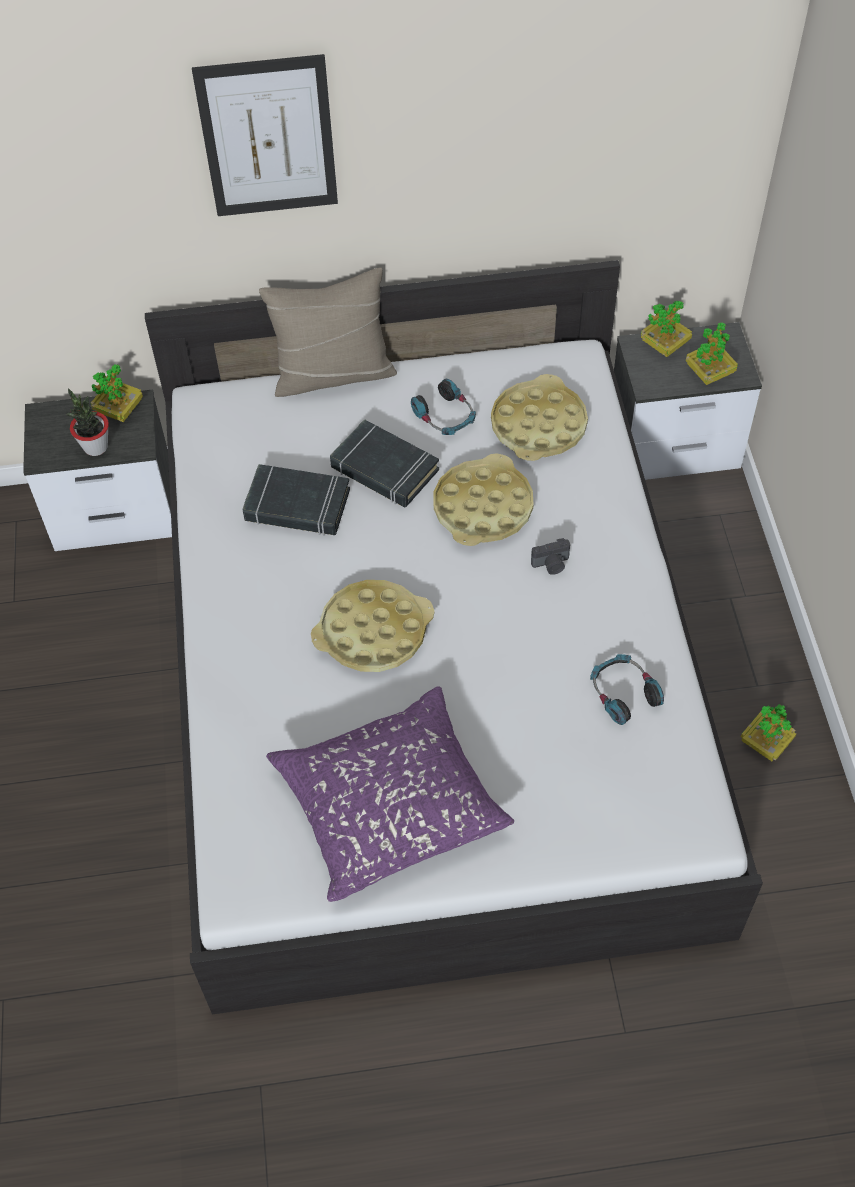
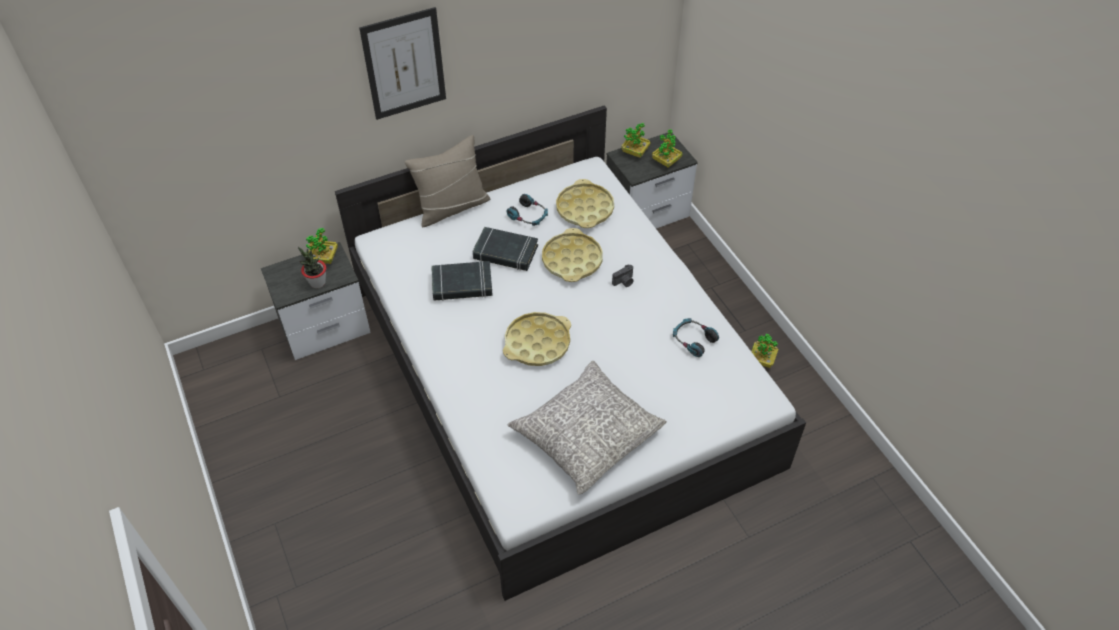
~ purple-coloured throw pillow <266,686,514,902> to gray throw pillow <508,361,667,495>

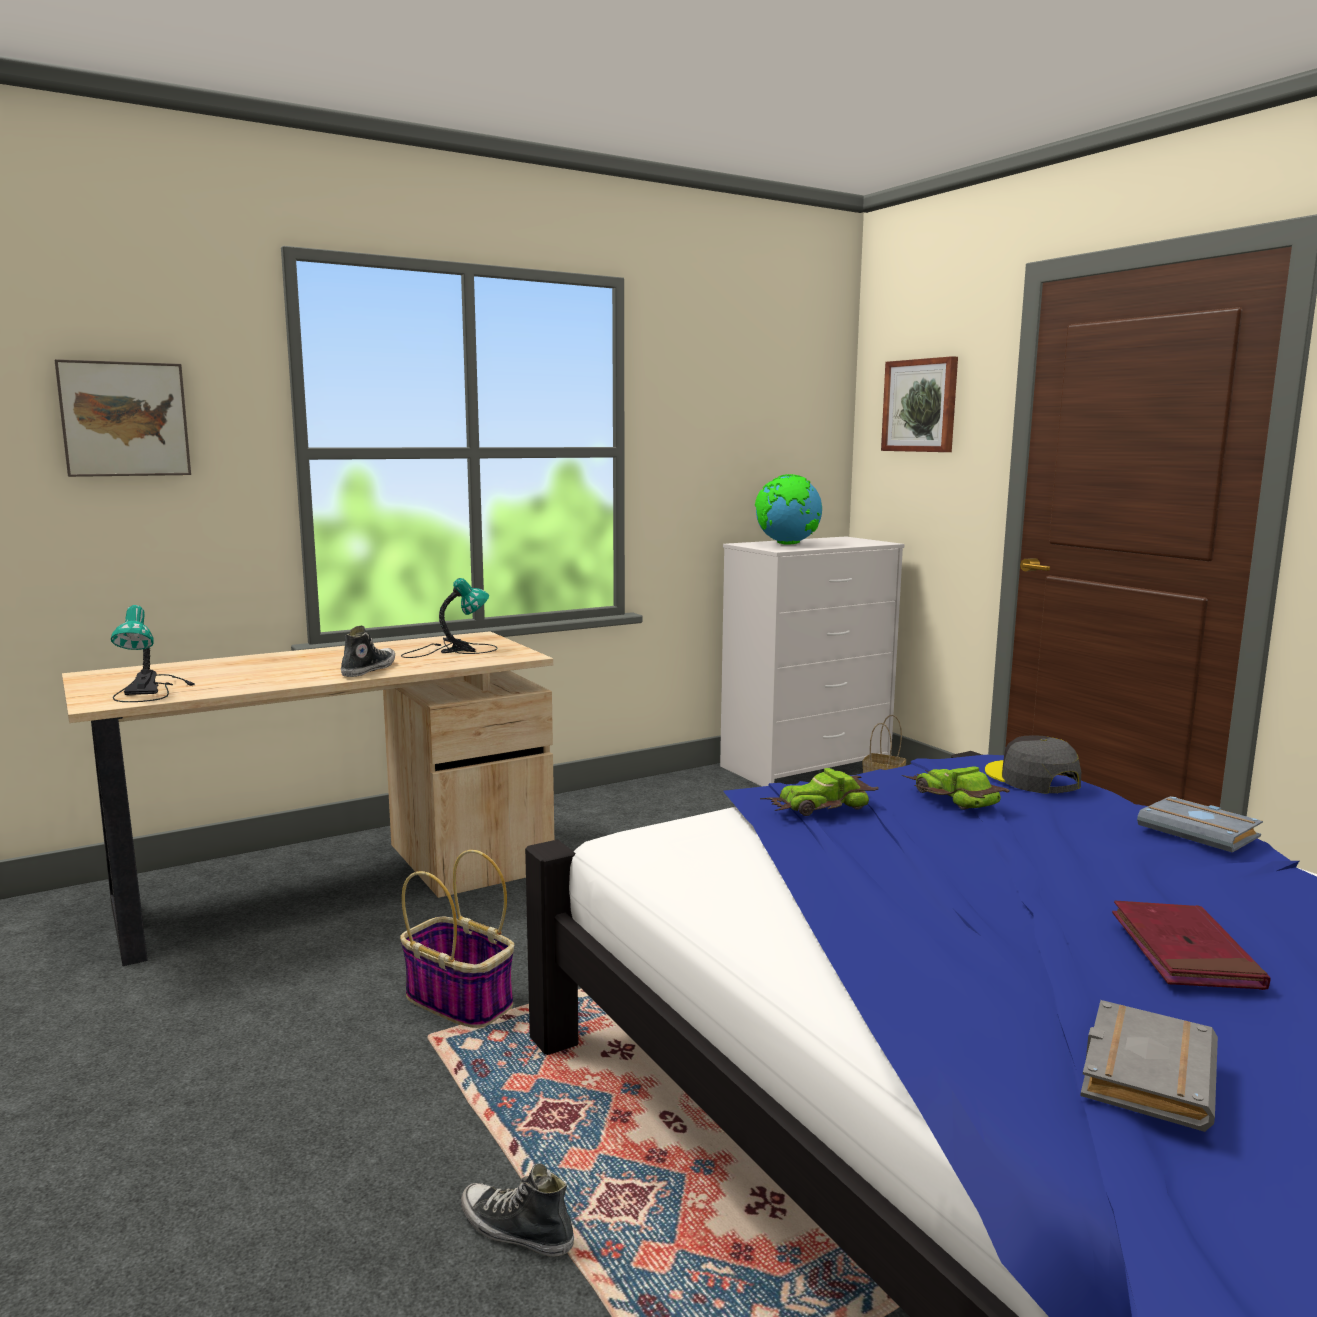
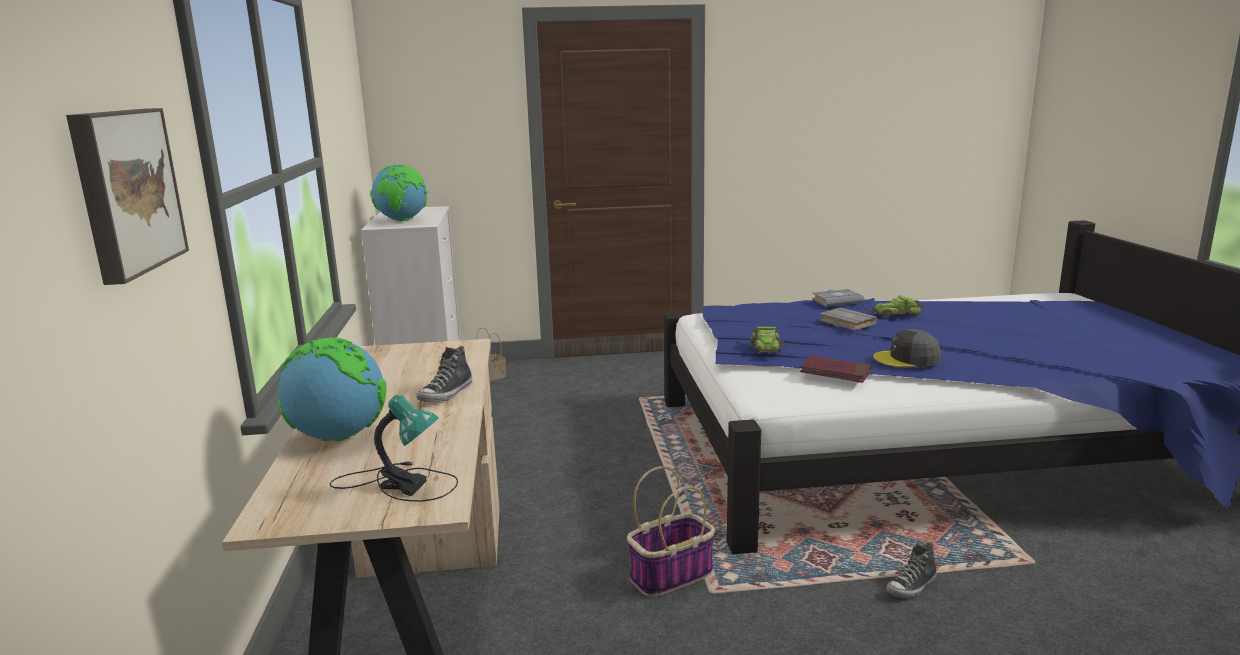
- tabletop lamp <401,578,498,658>
- picture <881,356,958,452>
+ globe <277,337,387,441>
~ model car <901,766,1010,810> to <867,295,927,318>
~ gray cap <985,735,1081,794> to <873,329,941,367>
~ gray book <1080,1000,1218,1132> to <819,307,877,331>
~ red book <1112,901,1271,990> to <800,355,872,383>
~ item of footwear <341,626,395,677> = <416,346,472,402> 105 degrees counterclockwise

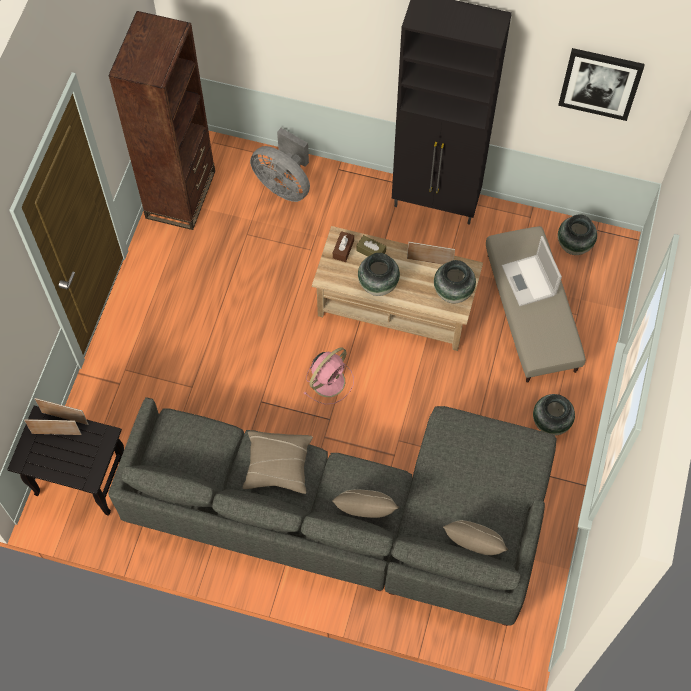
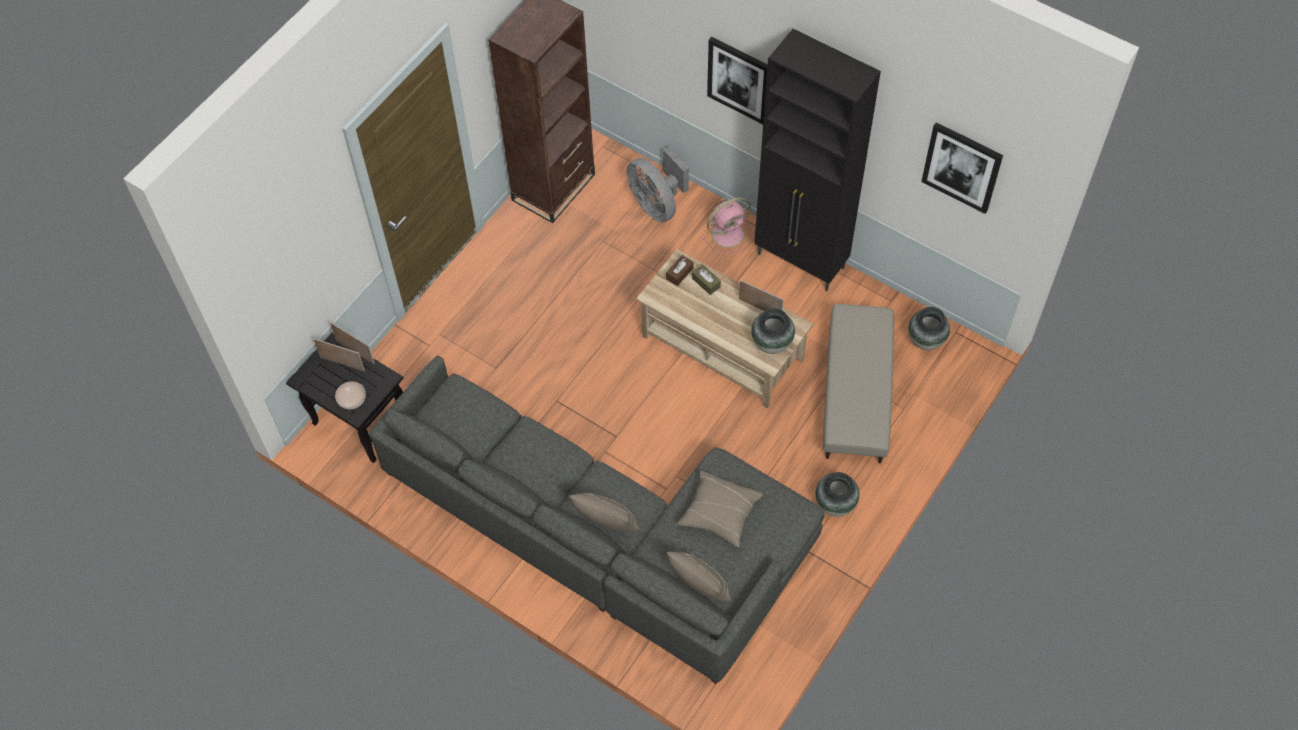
- decorative vase <358,253,400,296>
- laptop <502,236,562,306>
+ bowl <335,382,366,409>
+ picture <707,37,768,124>
~ beige throw pillow <242,431,313,494> to <678,471,763,547>
~ pinkish fan <303,347,354,404> to <702,197,753,254>

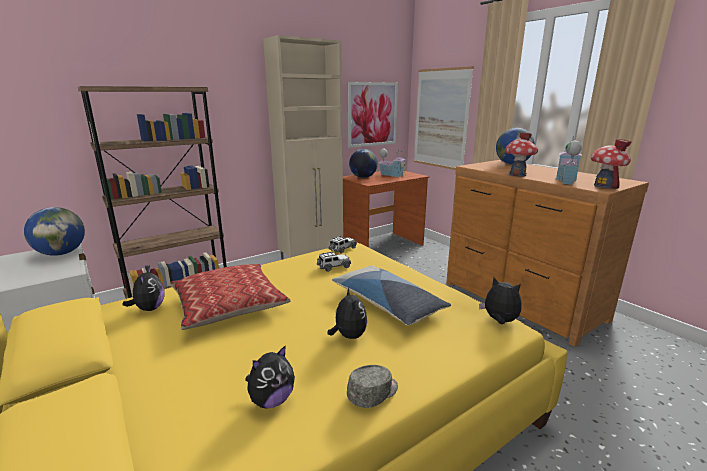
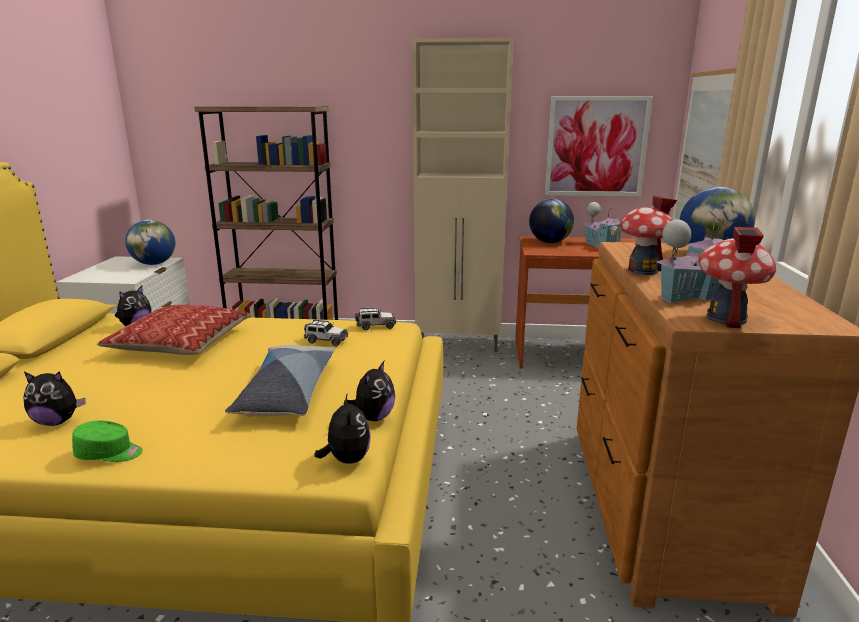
~ soft toy <328,288,367,339> to <344,361,395,421>
~ gray cap <347,365,398,408> to green cap <72,420,143,462>

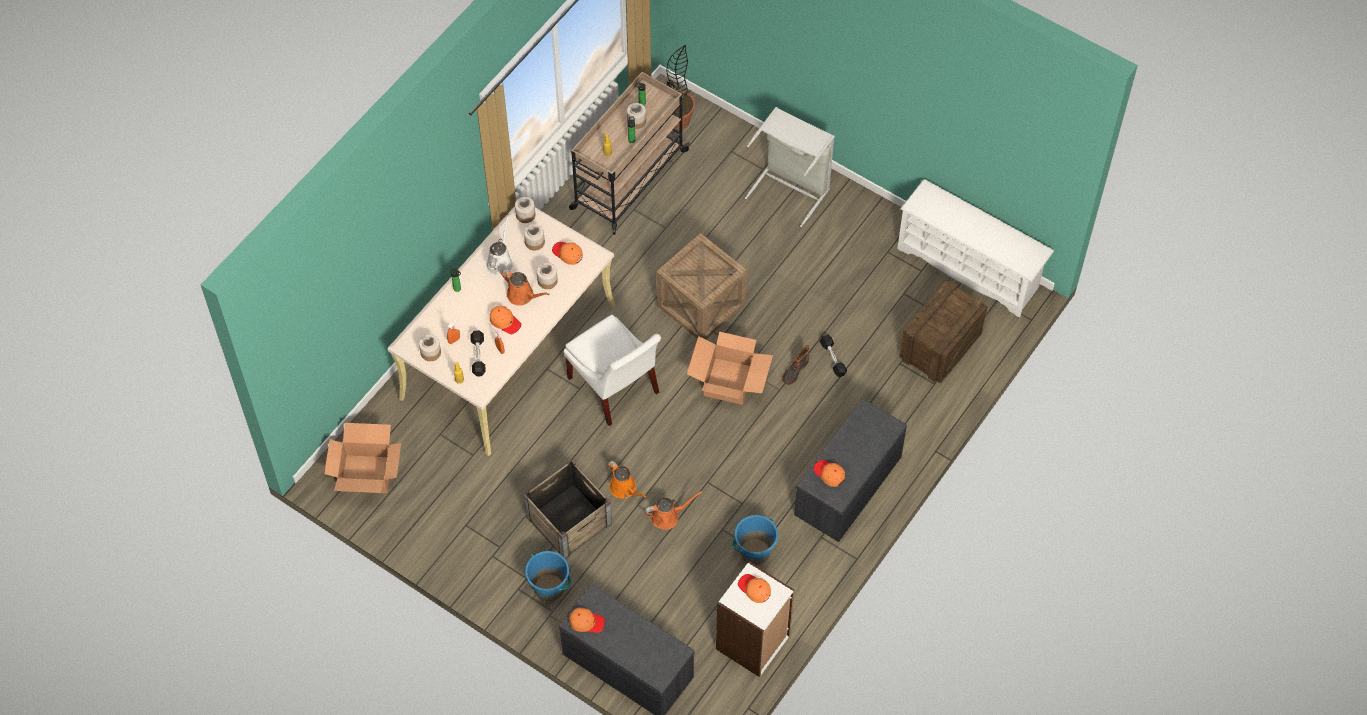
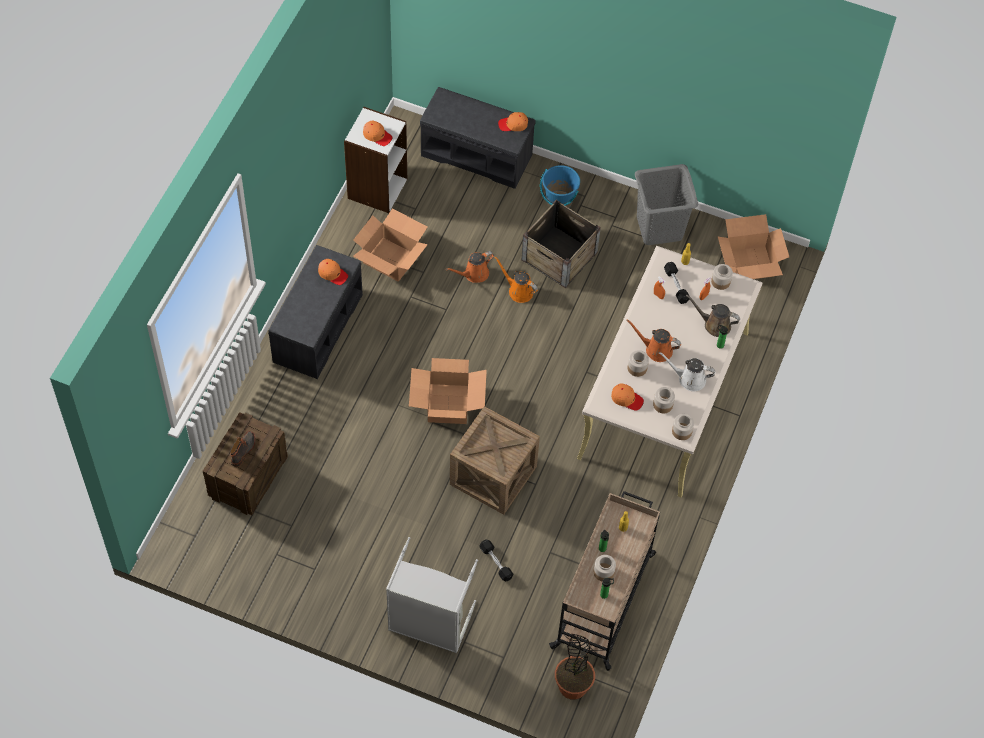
- orange cap <490,305,521,334>
- whitish chair <564,315,661,426>
- whitish shoe stand <897,179,1054,318>
+ gray laundry basket <635,164,698,245>
+ brown-coloured watering pot <686,294,740,337>
~ tall boot <782,345,809,385> to <230,431,255,467>
~ black-coloured free weight <820,335,847,377> to <479,539,514,582>
~ blue-coloured water bucket <732,515,778,565> to cardboard box <353,208,428,281>
~ whitish watering pot <486,215,513,276> = <659,352,715,391> 105 degrees clockwise

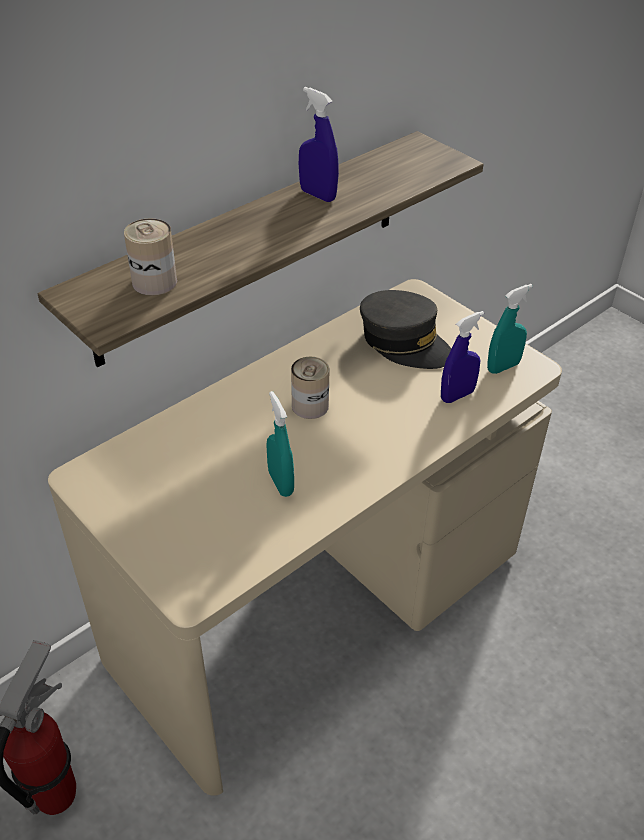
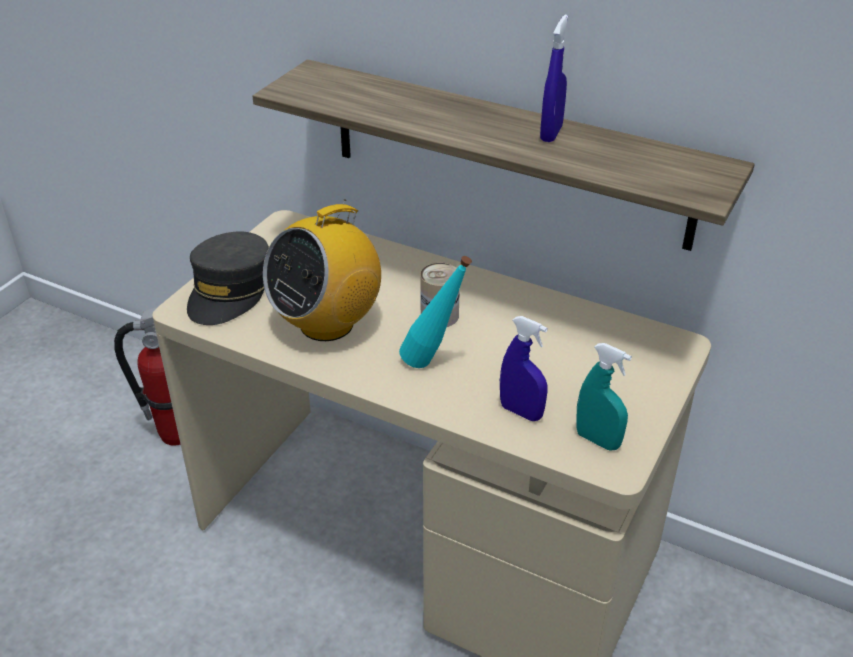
- sealed can <124,218,177,296>
+ turquoise-coloured beverage bottle <399,256,472,368>
~ gray cap <360,290,451,369> to <187,231,269,325>
~ turquoise-coloured sprayer <266,391,294,497> to radio receiver <263,199,381,341>

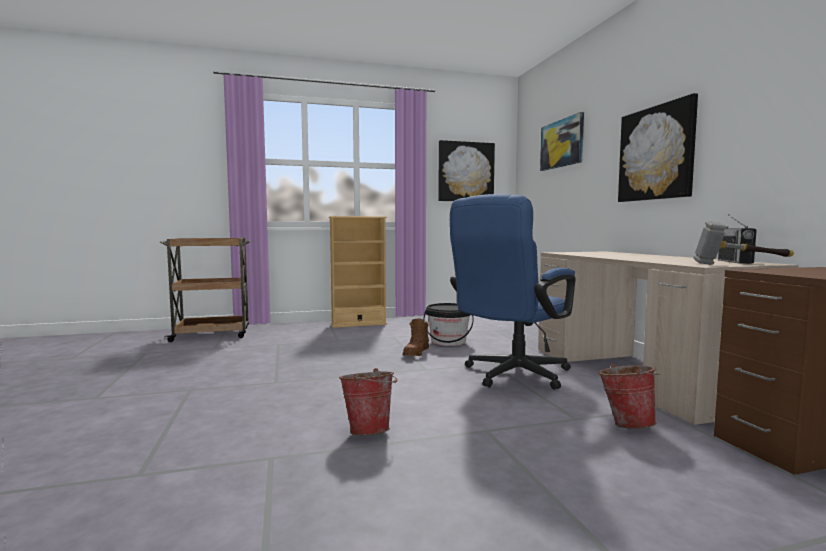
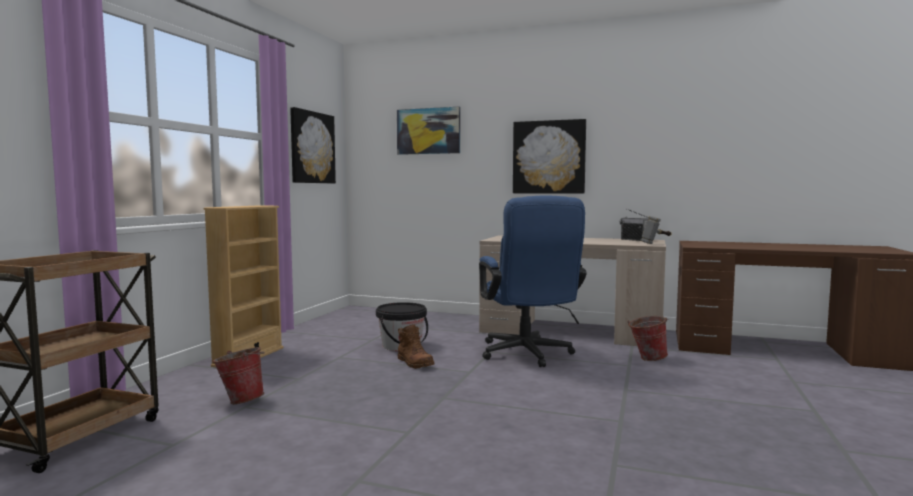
~ water bucket <339,368,398,435> to <213,347,265,404>

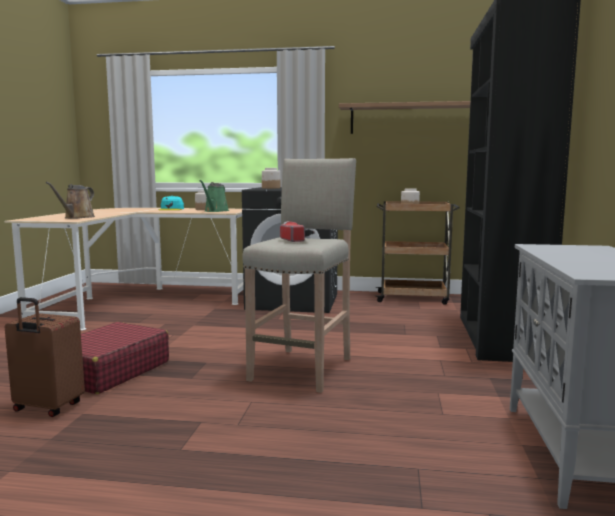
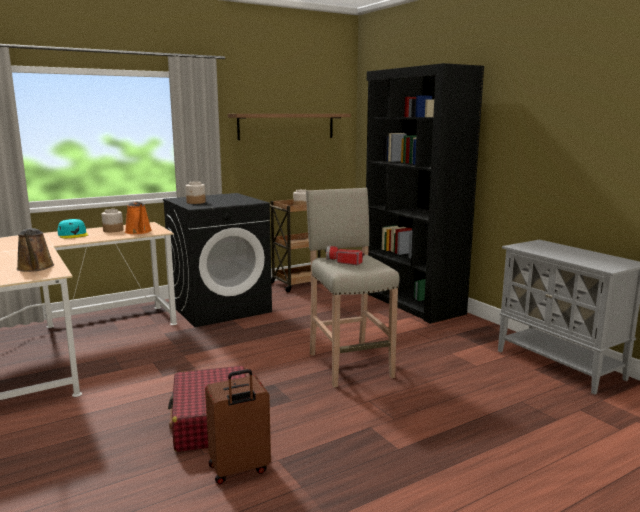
~ green watering pot <200,180,229,212> to orange watering pot <125,202,152,234>

